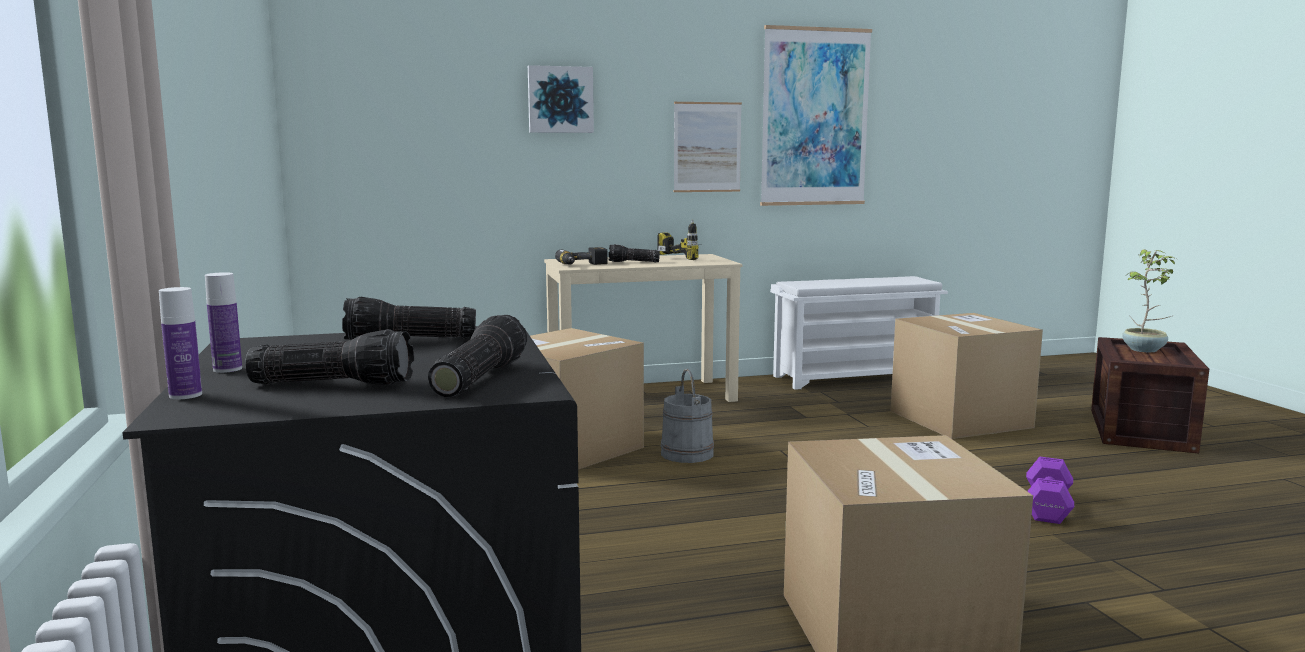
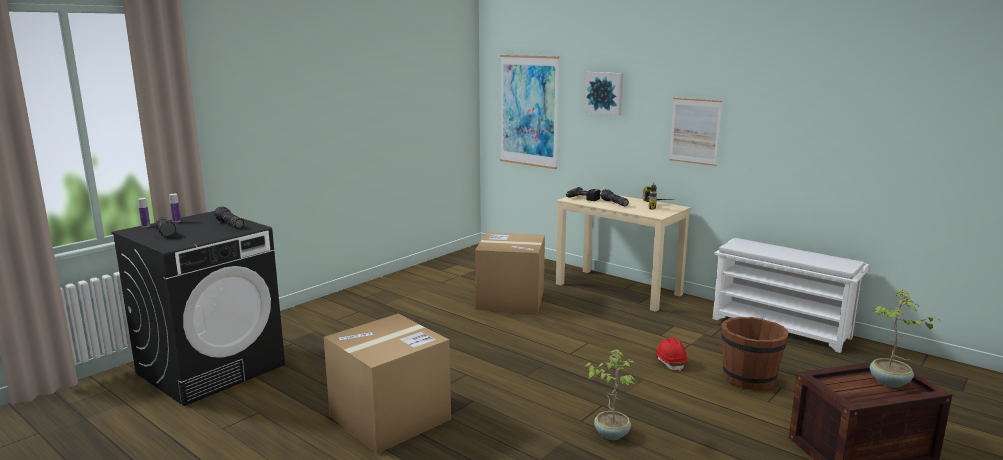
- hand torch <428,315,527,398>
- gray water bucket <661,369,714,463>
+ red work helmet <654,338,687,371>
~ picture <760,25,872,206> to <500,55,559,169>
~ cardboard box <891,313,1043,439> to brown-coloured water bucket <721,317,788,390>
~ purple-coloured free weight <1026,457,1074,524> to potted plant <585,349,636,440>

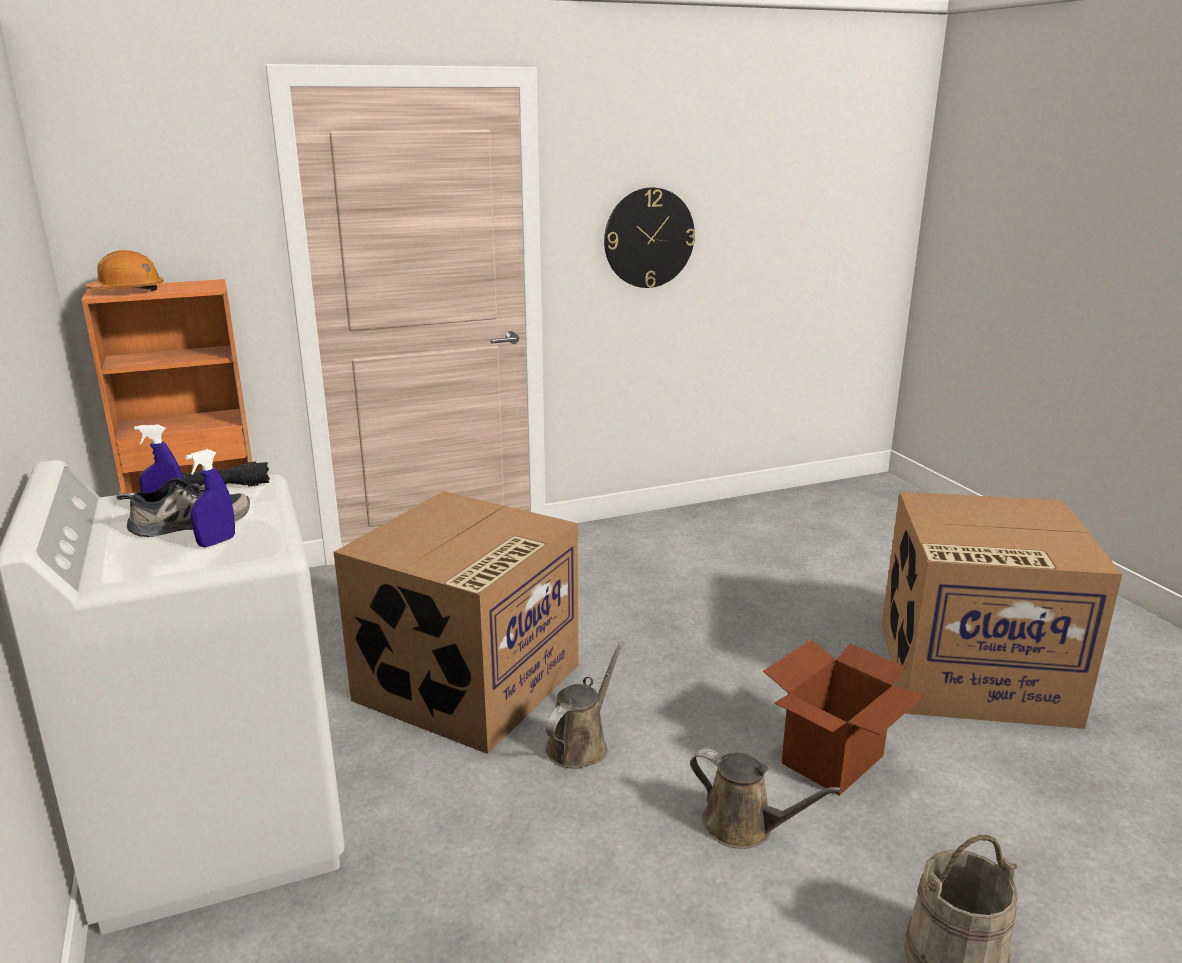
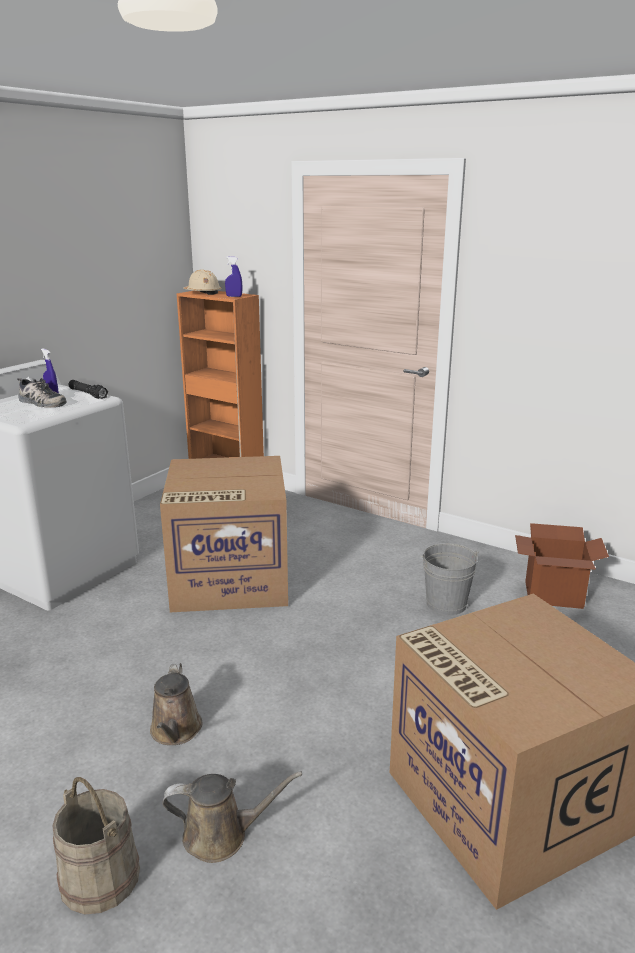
- wall clock <604,187,695,288>
+ gray water bucket <420,543,479,615>
~ blue-coloured sprayer <185,449,235,547> to <225,256,242,297>
~ brown-coloured watering pot <545,641,624,769> to <162,772,302,863>
~ cardboard box <763,639,925,796> to <515,523,609,609>
~ orange work helmet <85,250,164,291> to beige work helmet <183,269,221,295>

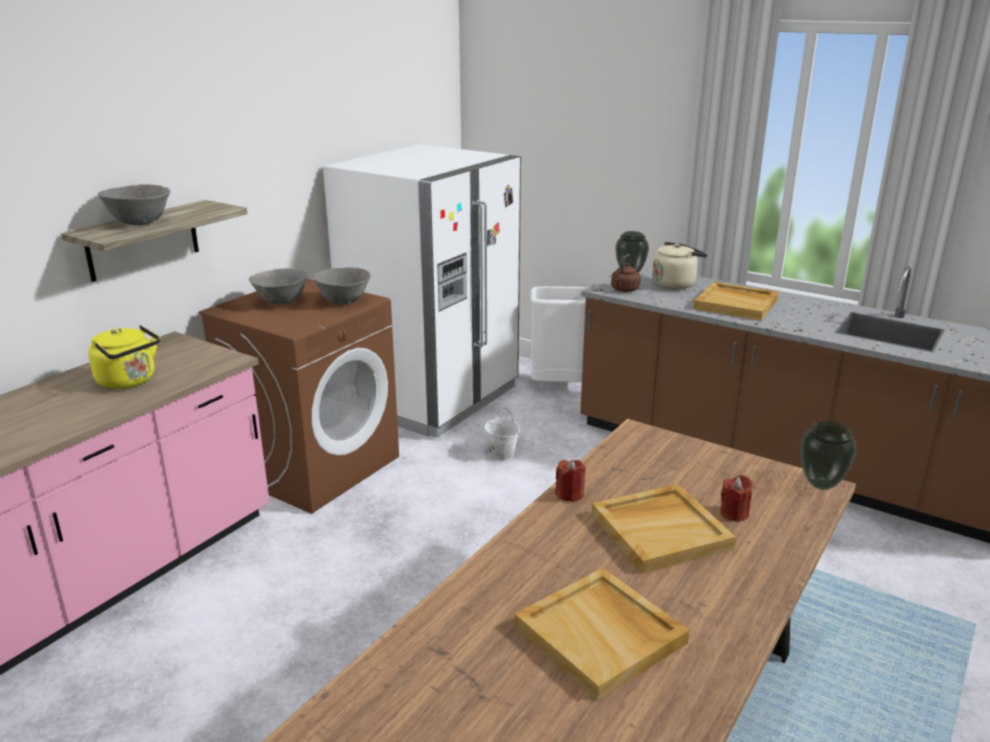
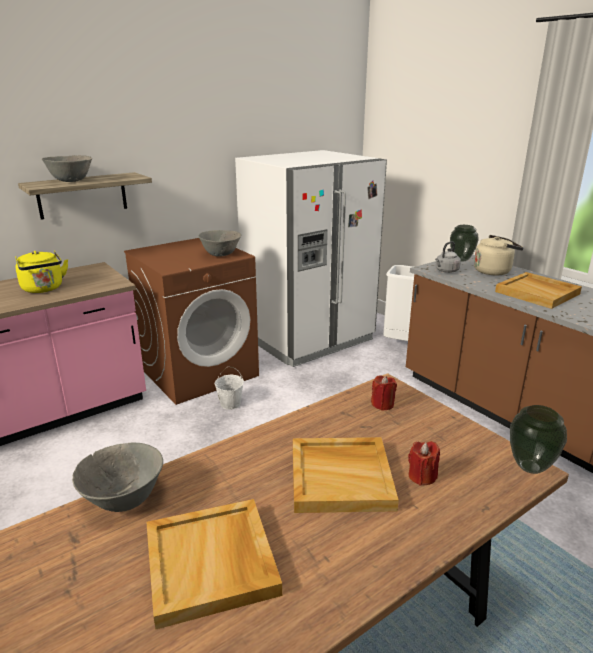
~ gray bowl <249,268,308,305> to <72,443,163,512>
~ whitish water bucket <484,408,520,461> to <215,366,244,410>
~ red wax candle <555,460,586,502> to <371,375,397,410>
~ brown-coloured kettle <611,254,641,292> to gray kettle <435,241,461,273>

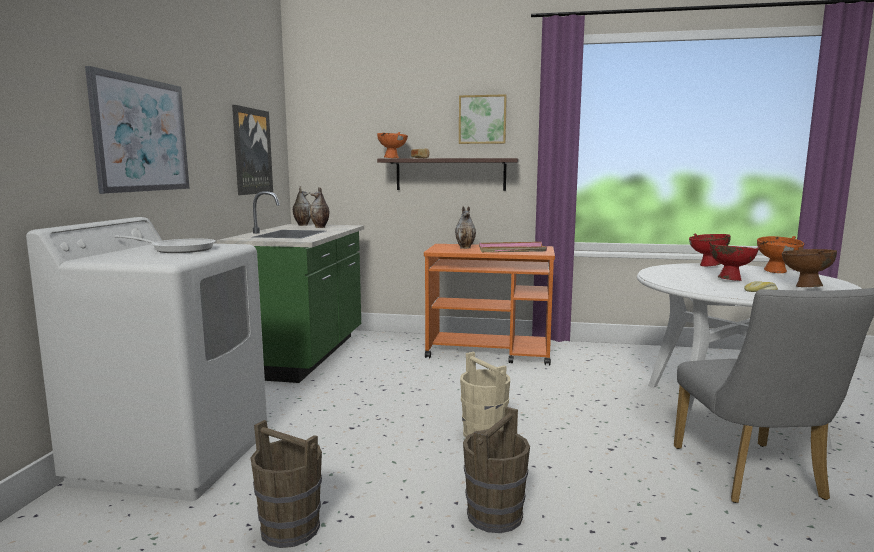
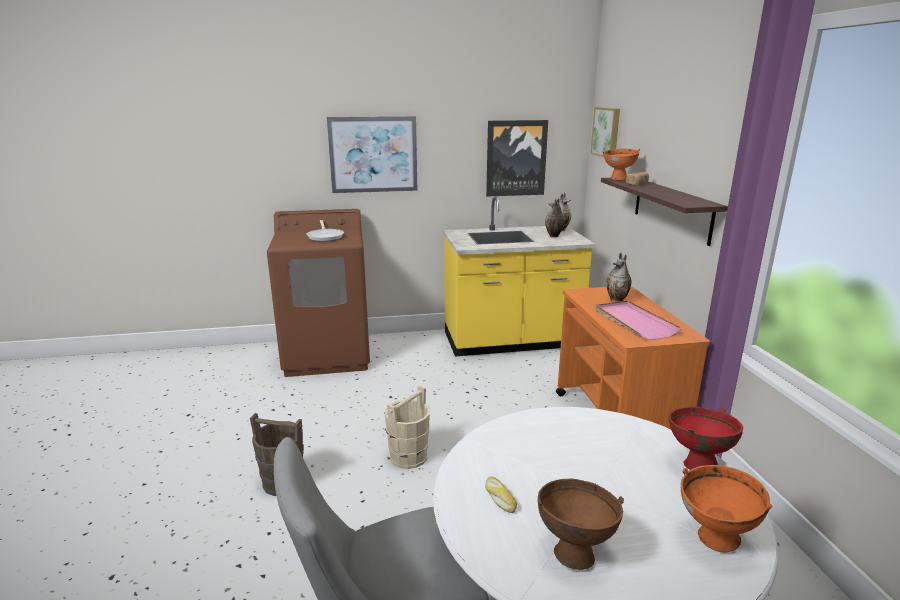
- brown-coloured water bucket <250,420,322,548>
- red bowl <709,242,760,281>
~ picture <459,94,507,144> to <590,107,620,157>
~ whitish laundry machine <26,217,267,501> to brown-coloured laundry machine <267,209,370,377>
~ green kitchen base unit <217,191,364,383> to yellowish kitchen base unit <443,196,596,357>

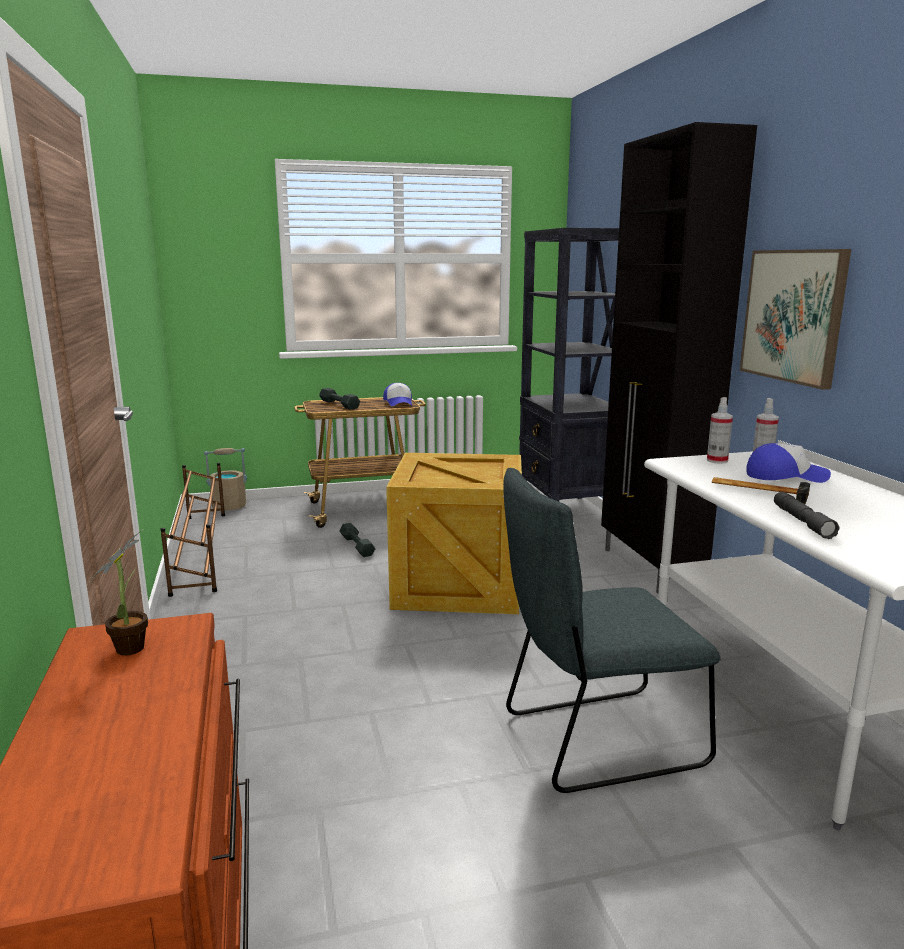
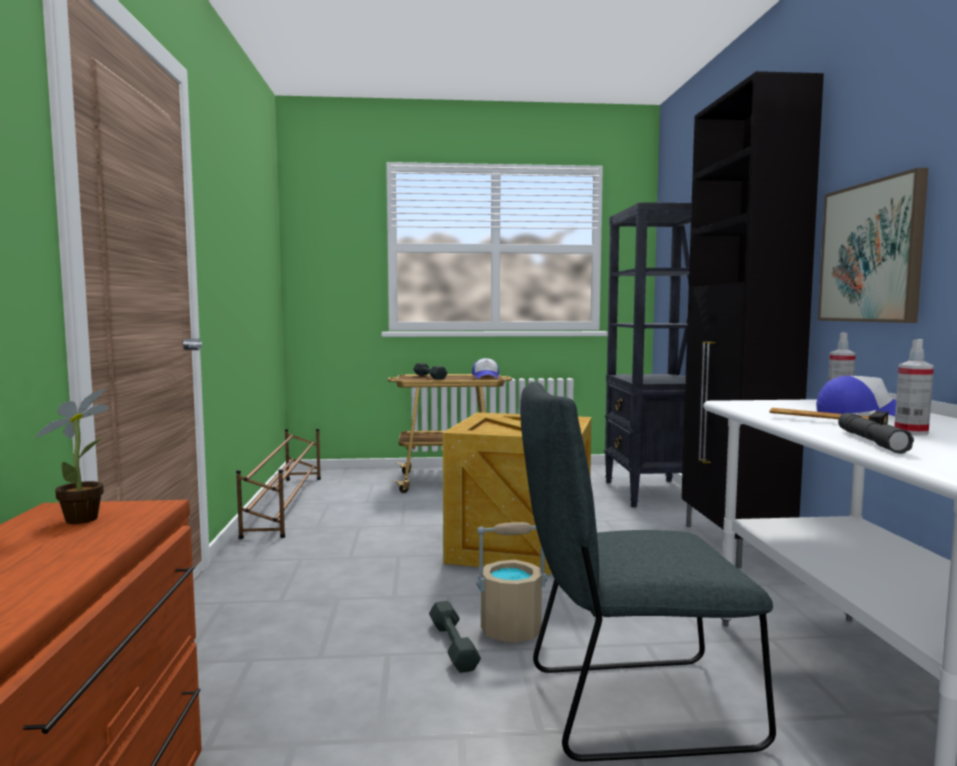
~ beige water bucket <204,448,247,510> to <476,522,547,642>
~ gray free weight <339,523,375,557> to <429,601,481,673>
~ sprayer <707,397,733,464> to <894,339,934,435>

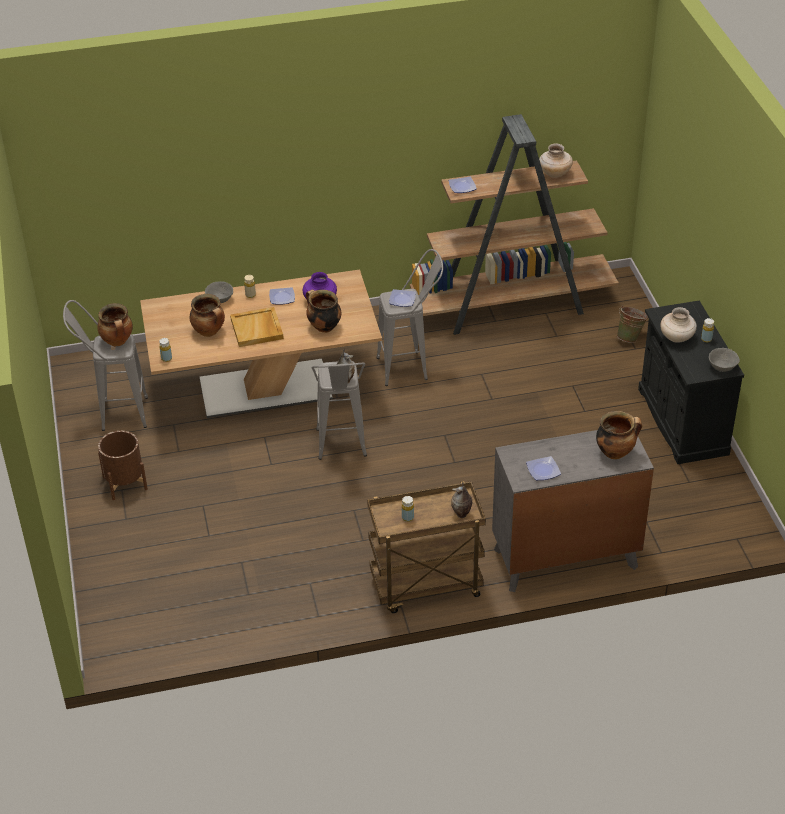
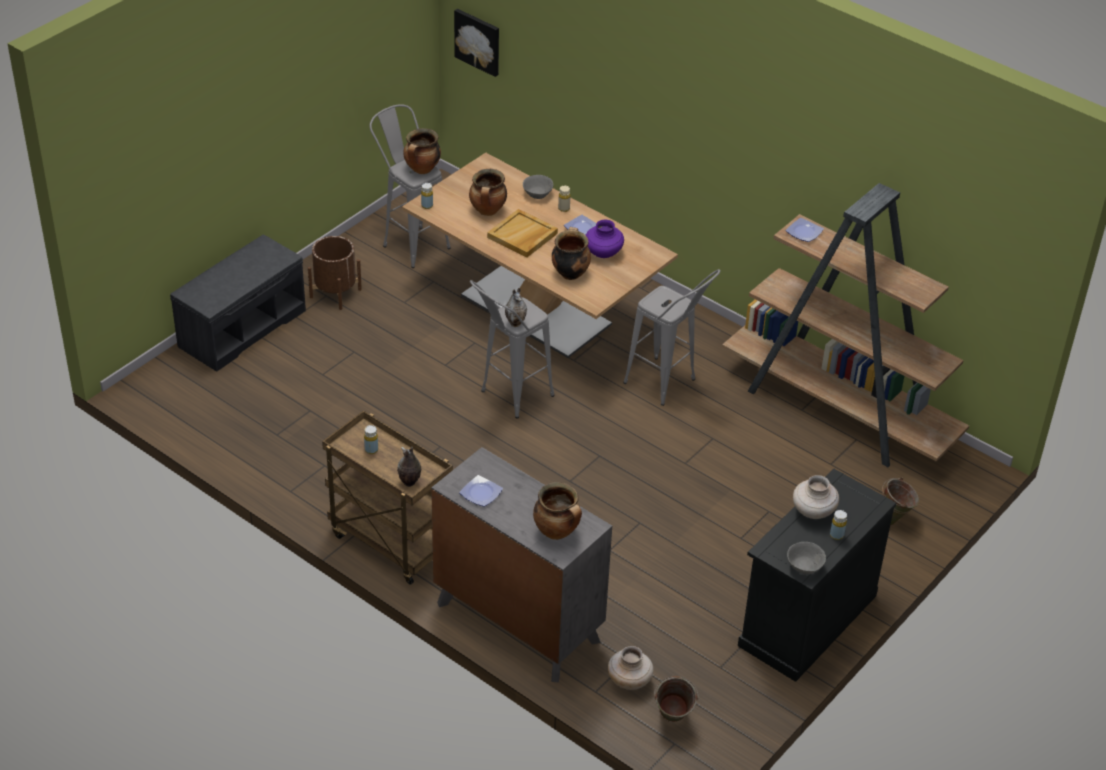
- flat dish <389,289,416,307>
+ gray bench <170,235,306,372>
+ picture <454,9,499,77>
+ green water bucket <654,676,698,722>
~ beige decorative vase <539,143,573,177> to <608,646,654,690>

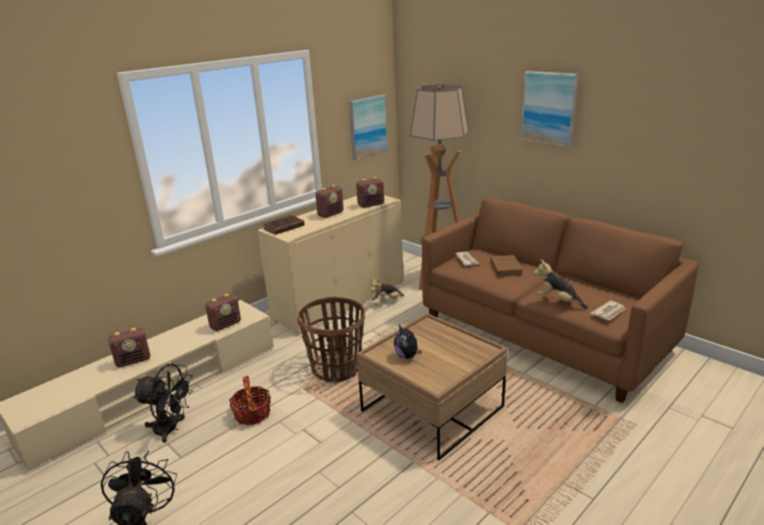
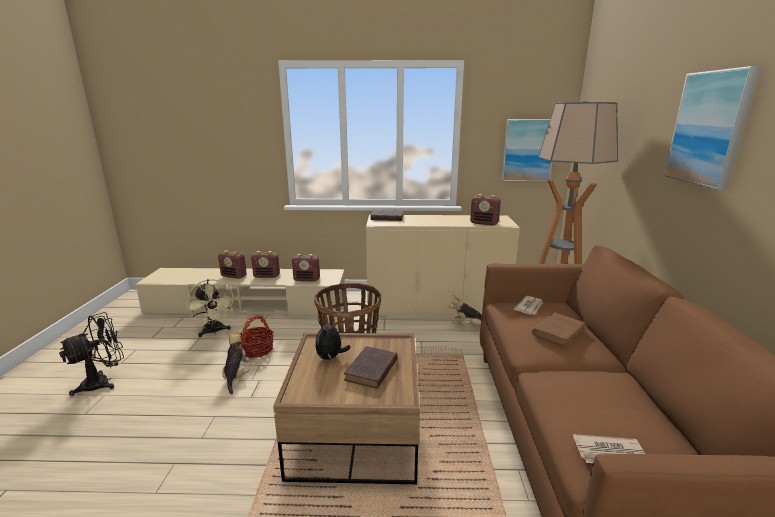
+ brown-coloured book <344,346,398,389>
~ radio receiver <315,185,344,218> to <251,251,280,278>
~ soft toy <534,259,588,309> to <222,330,250,395>
~ black-coloured fan <133,363,193,443> to beige fan <186,279,235,337>

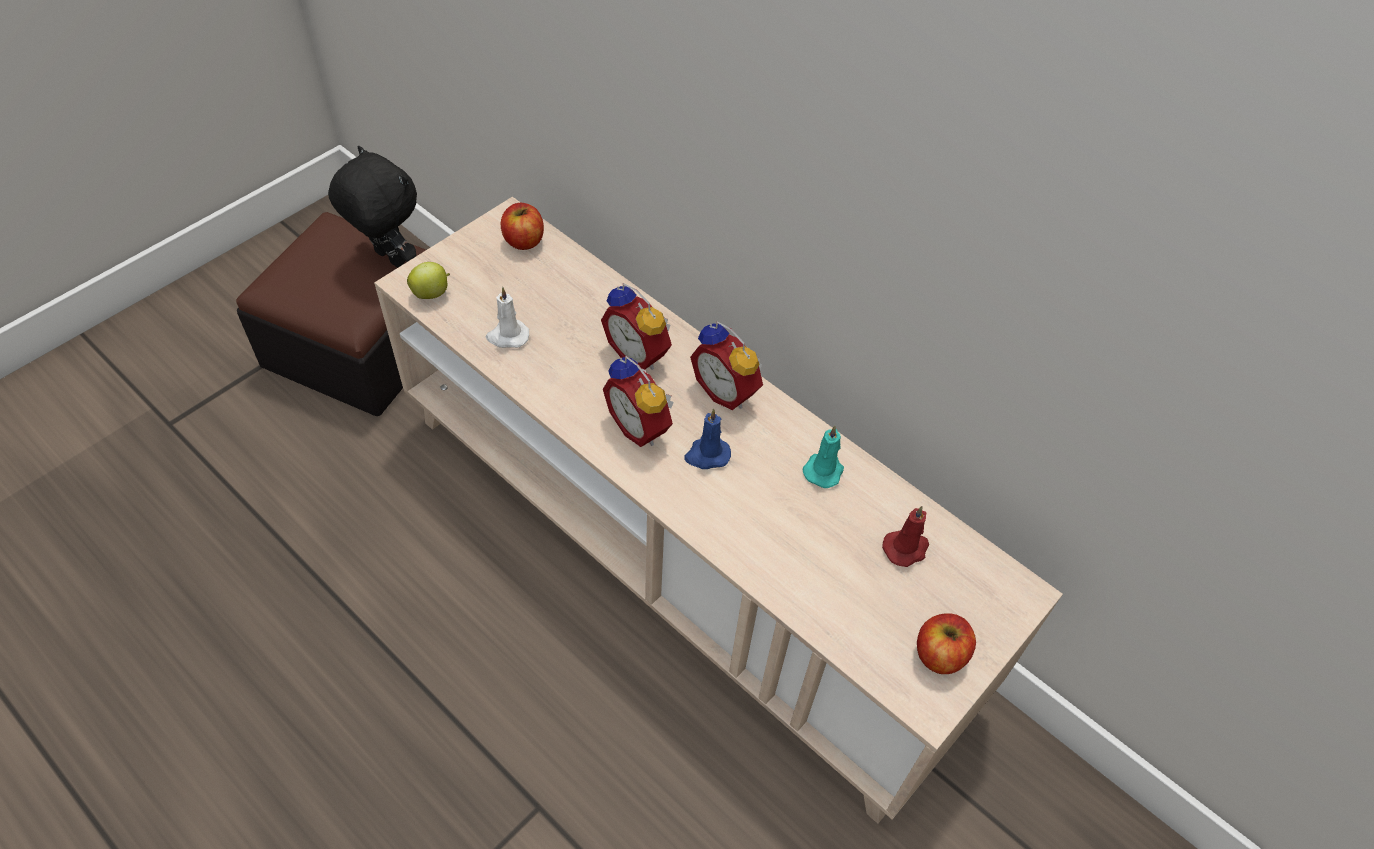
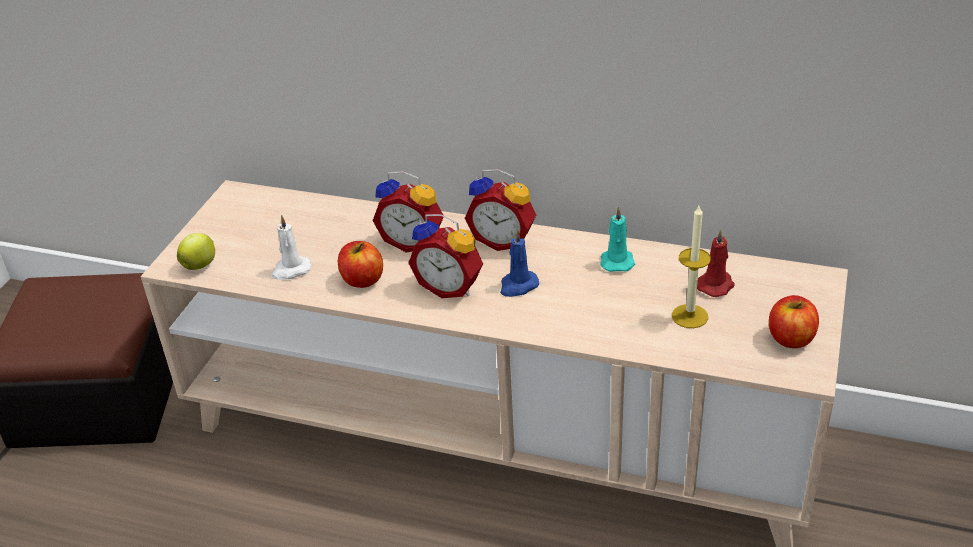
- black-coloured soft toy <328,146,417,267>
+ wax candle <672,206,711,328>
~ apple fruit <501,203,544,250> to <338,241,383,288>

